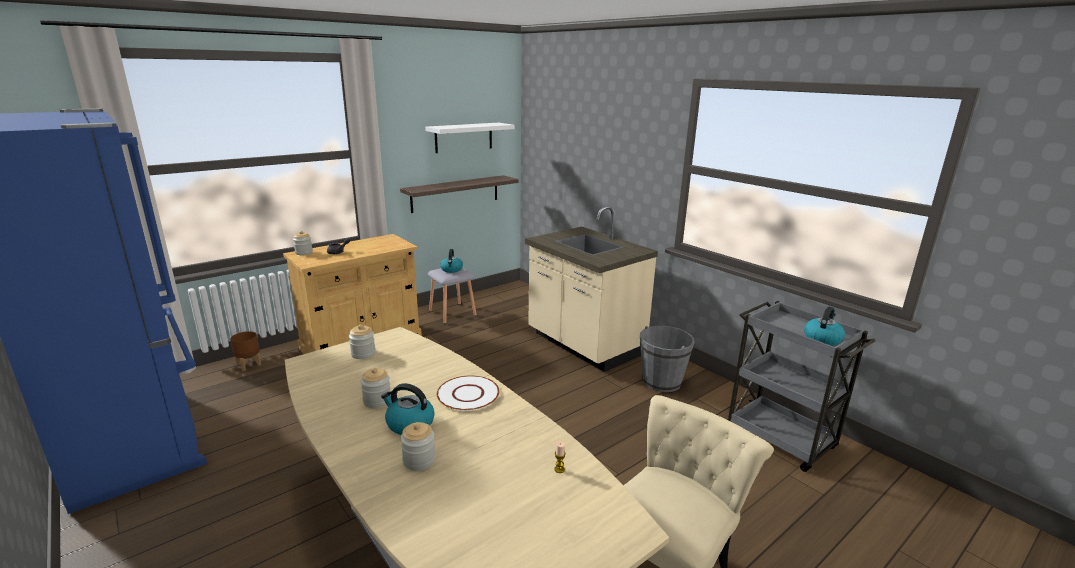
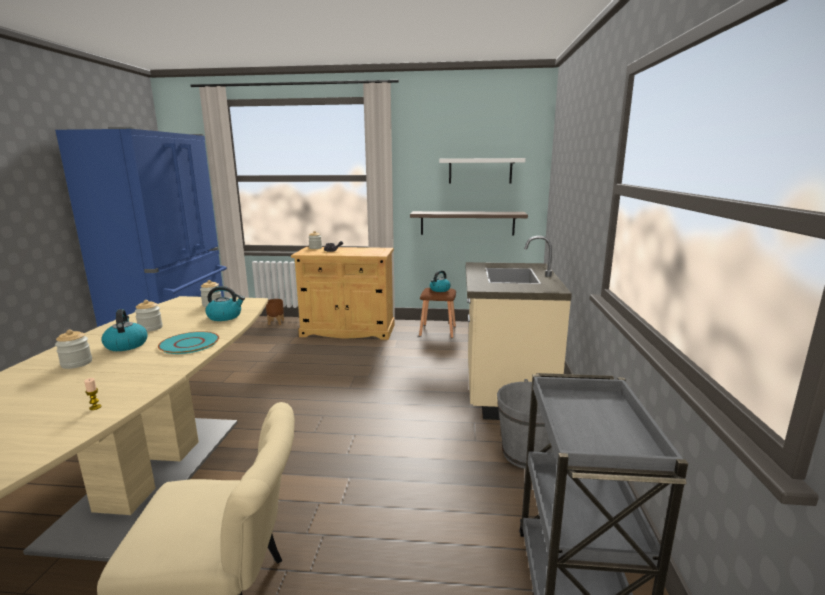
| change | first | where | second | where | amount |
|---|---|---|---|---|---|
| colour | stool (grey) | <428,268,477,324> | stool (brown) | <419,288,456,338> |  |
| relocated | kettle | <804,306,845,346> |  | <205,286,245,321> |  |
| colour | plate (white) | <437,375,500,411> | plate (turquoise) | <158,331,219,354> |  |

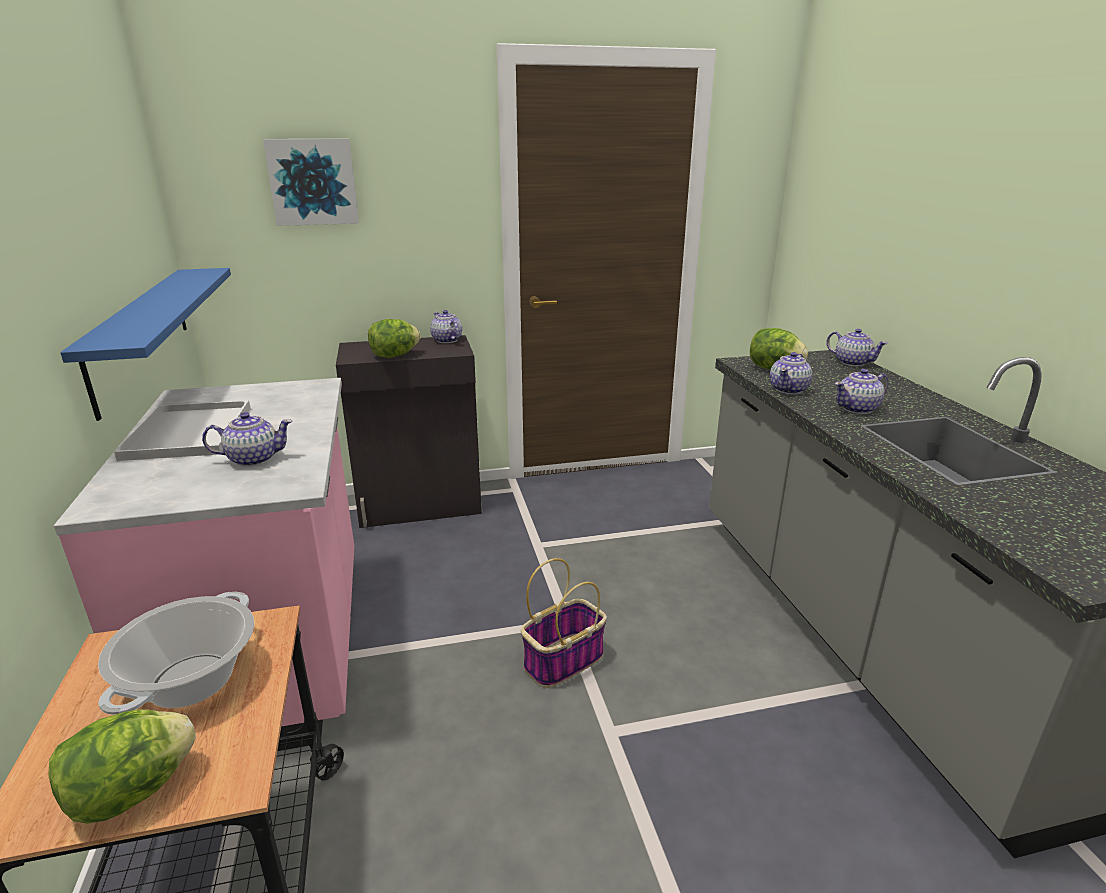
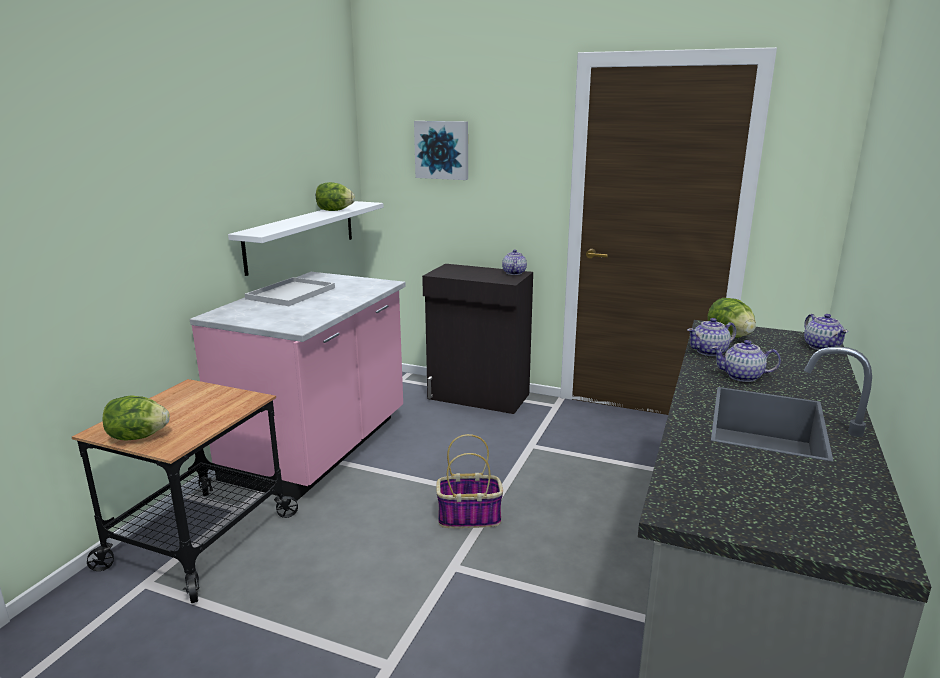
| change | first | where | second | where | amount |
|---|---|---|---|---|---|
| colour | shelf (blue) | <60,268,231,421> | shelf (white) | <228,201,384,276> |  |
| relocated | lettuce | <368,319,421,358> |  | <316,182,355,211> |  |
| missing | teapot | <202,412,293,467> |  |  |  |
| missing | cooking pot | <98,592,254,715> |  |  |  |

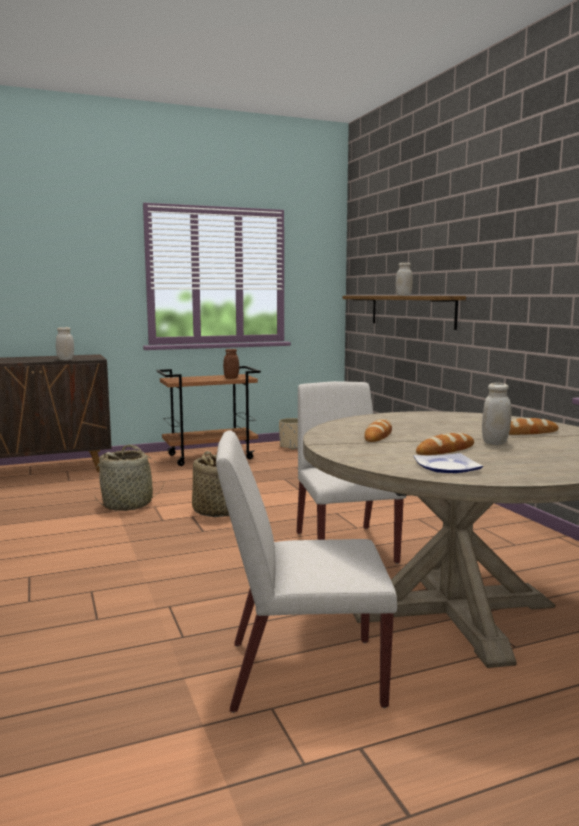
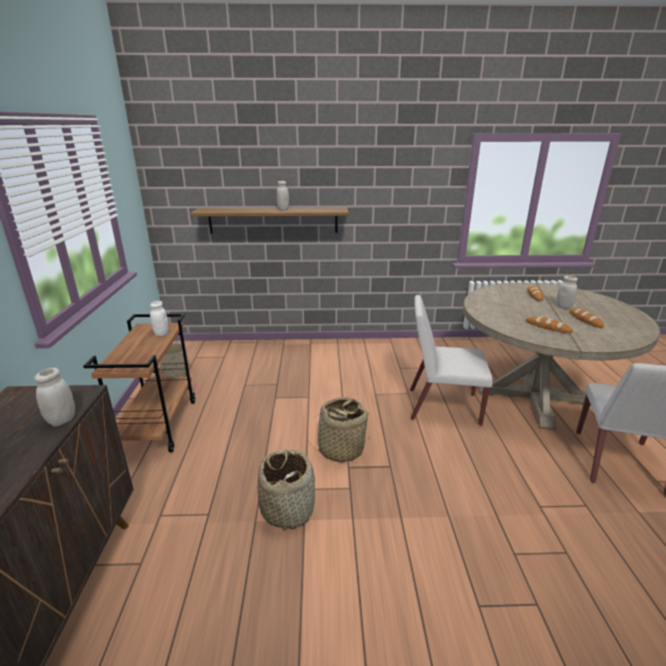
| change | first | where | second | where | amount |
|---|---|---|---|---|---|
| colour | jar (brown) | <223,349,239,379> | jar (white) | <150,301,169,336> |  |
| missing | plate | <414,453,483,473> |  |  |  |

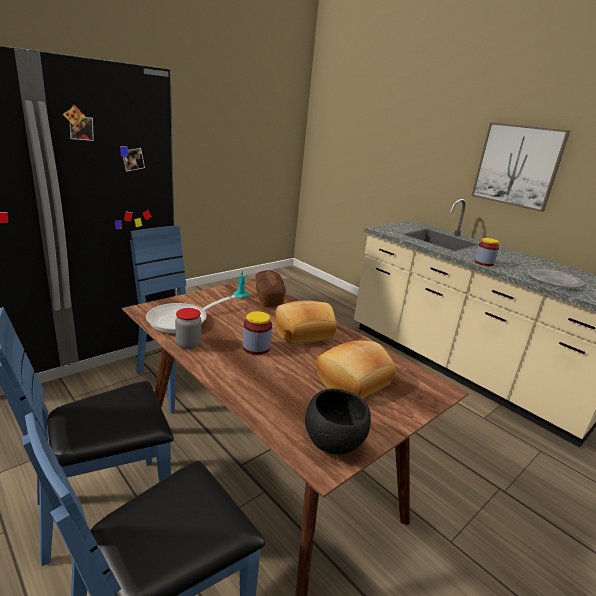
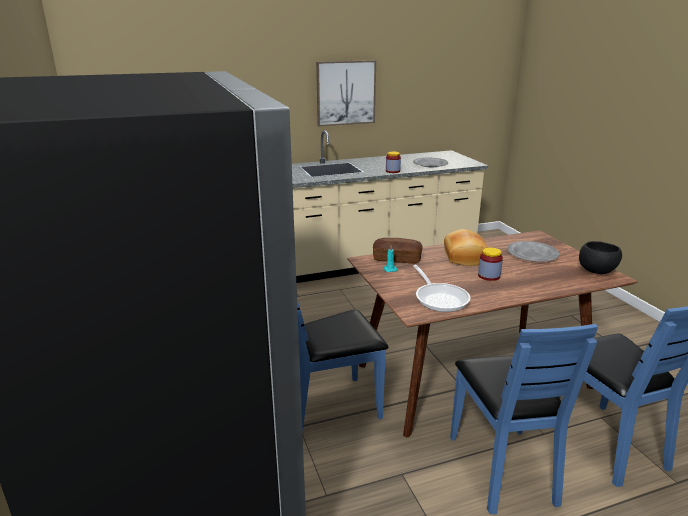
| change | first | where | second | where | amount |
|---|---|---|---|---|---|
| missing | jar | <175,308,202,349> |  |  |  |
| exchanged | bread | <316,340,396,399> | plate (grey) | <507,241,559,261> |  |

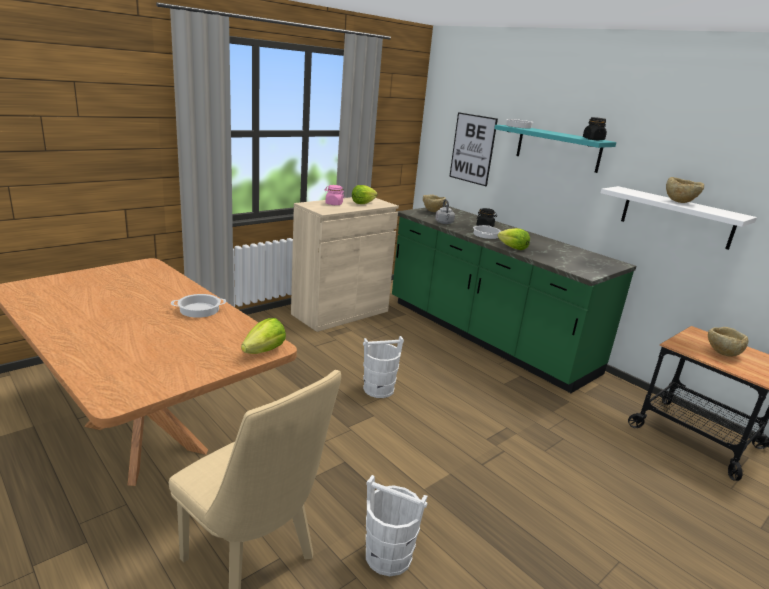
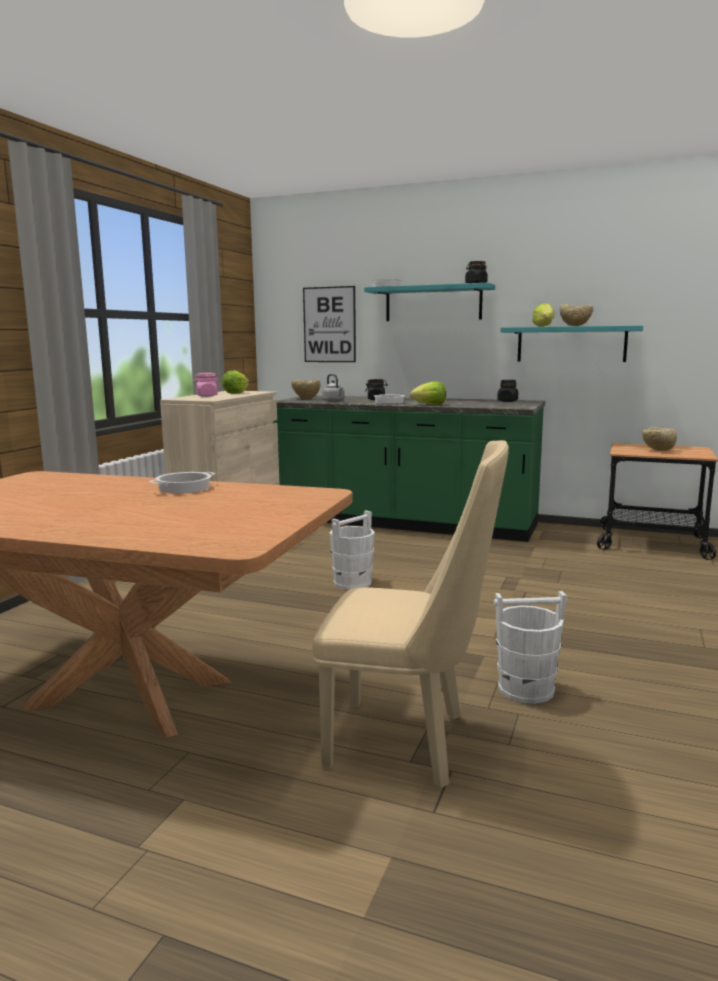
| change | first | where | second | where | amount |
|---|---|---|---|---|---|
| colour | shelf (white) | <601,186,757,250> | shelf (turquoise) | <500,325,643,362> |  |
| relocated | lettuce | <241,318,286,354> |  | <532,303,555,327> |  |
| appeared |  |  | jar (black) | <497,380,518,402> |  |

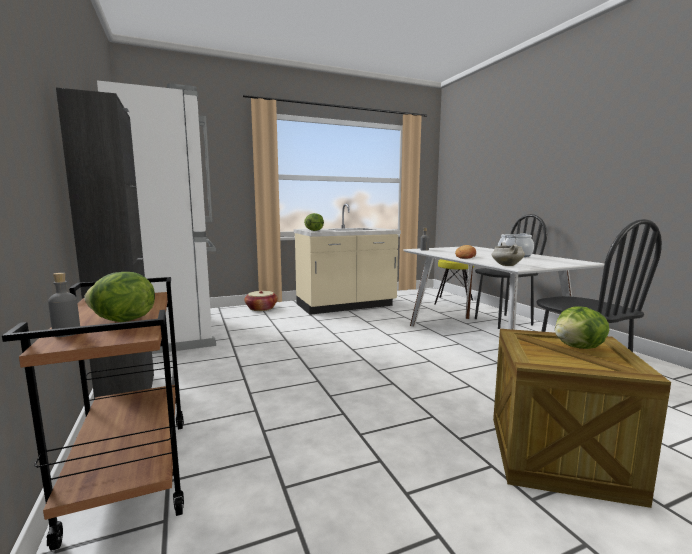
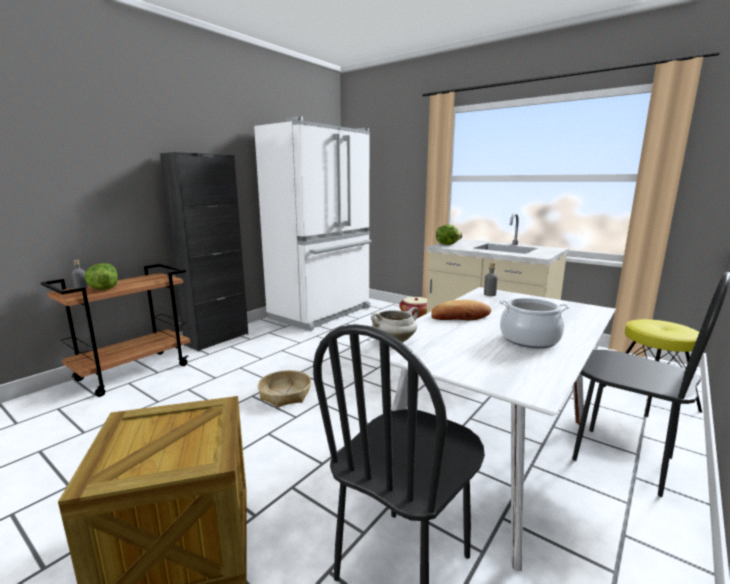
| change | first | where | second | where | amount |
|---|---|---|---|---|---|
| missing | lettuce | <555,306,610,349> |  |  |  |
| appeared |  |  | basket | <258,370,311,408> |  |

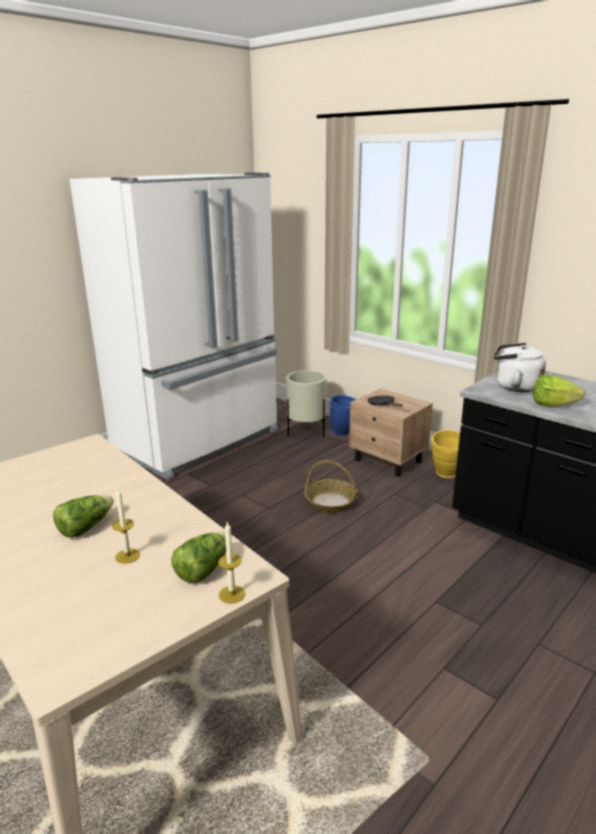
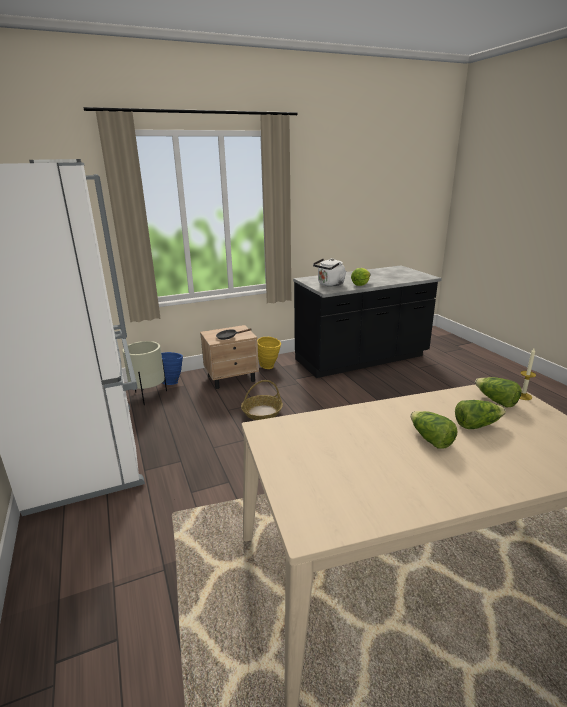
| change | first | where | second | where | amount |
|---|---|---|---|---|---|
| exchanged | candle | <112,489,140,564> | lettuce | <455,400,506,429> |  |

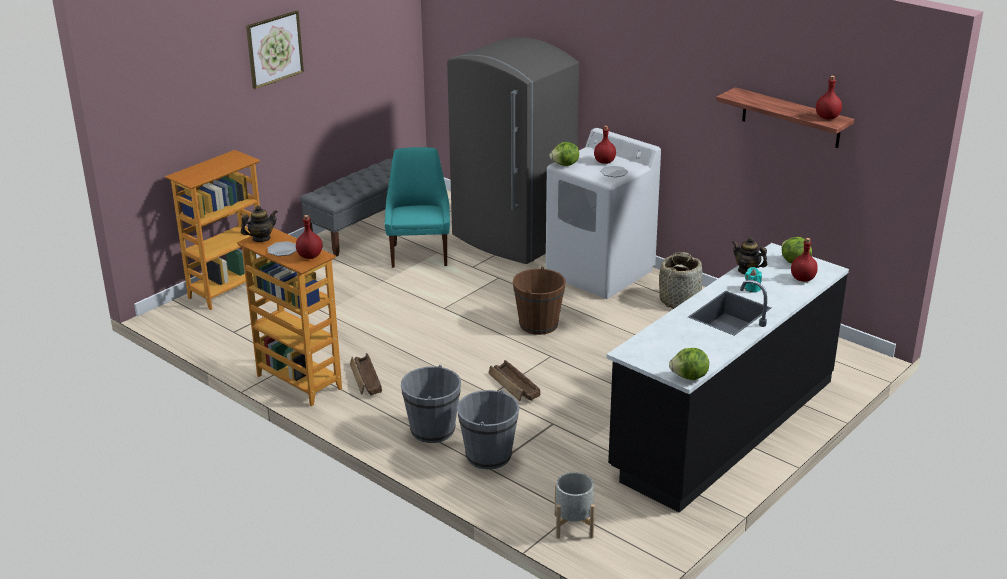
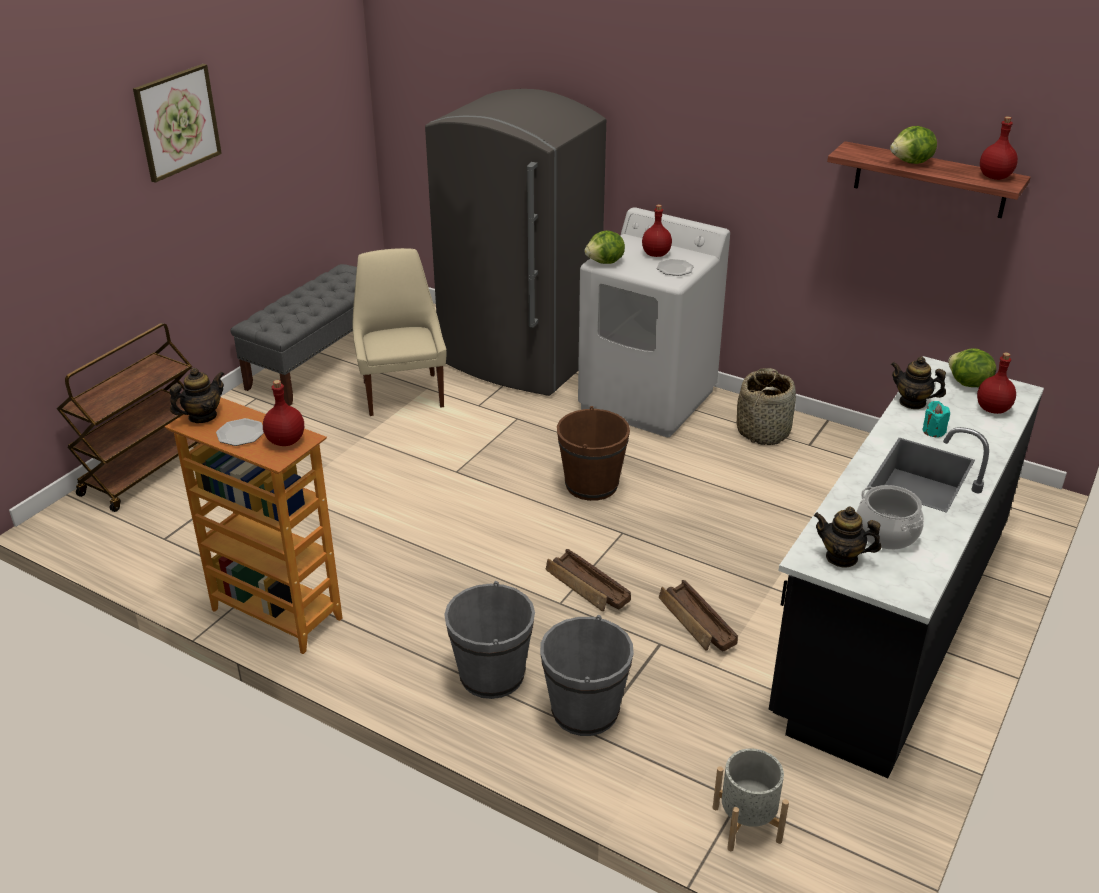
| change | first | where | second | where | amount |
|---|---|---|---|---|---|
| colour | chair (turquoise) | <384,147,450,268> | chair (beige) | <353,248,446,416> |  |
| exchanged | bookcase | <165,150,262,310> | cart (brown) | <57,323,201,512> |  |
| relocated | lettuce | <669,348,709,380> |  | <890,126,937,164> |  |
| relocated | crate | <350,353,382,395> |  | <659,580,738,652> |  |
| appeared |  |  | cooking pot | <856,485,924,550> |  |
| appeared |  |  | teapot | <814,507,881,568> |  |

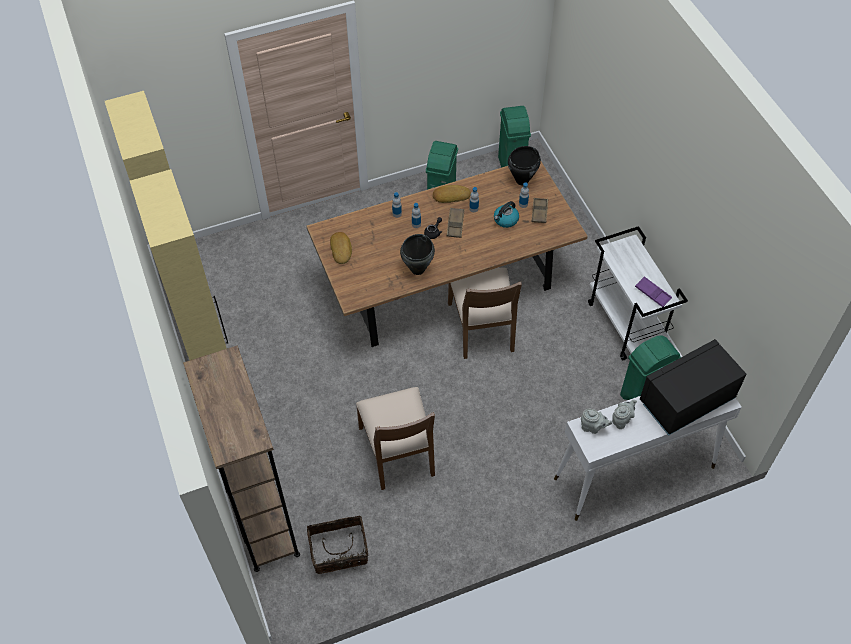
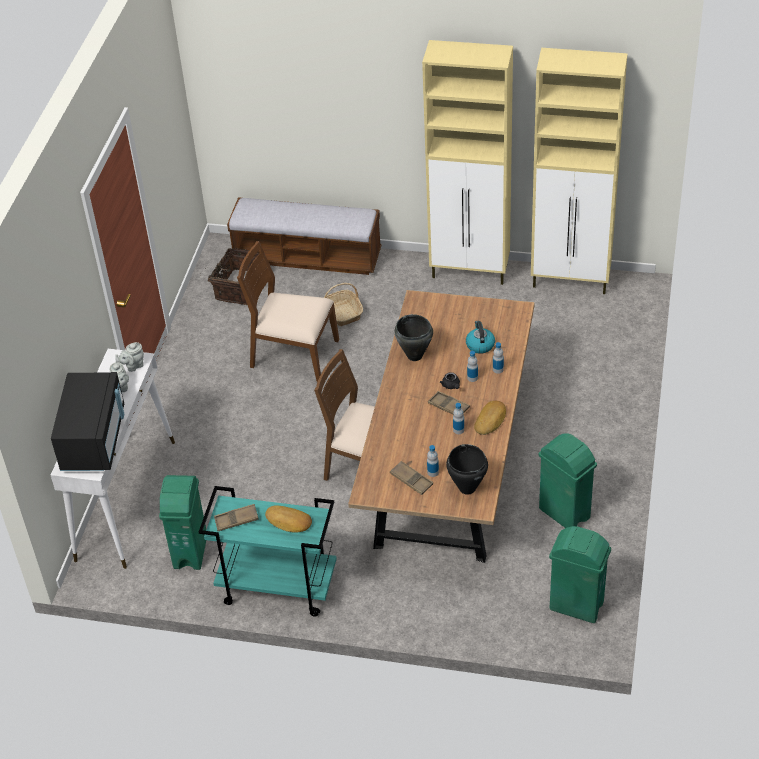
| change | first | where | second | where | amount |
|---|---|---|---|---|---|
| relocated | kettle | <494,201,519,228> |  | <466,321,495,354> |  |
| colour | cart (white) | <588,226,688,360> | cart (turquoise) | <199,486,337,617> |  |
| relocated | bread | <330,232,352,264> |  | <265,505,312,532> |  |
| colour | tray (purple) | <635,276,672,307> | tray (brown) | <214,504,259,531> |  |
| exchanged | bookcase (brown) | <183,345,300,572> | bench | <227,197,382,275> |  |
| appeared |  |  | basket | <324,283,363,326> |  |

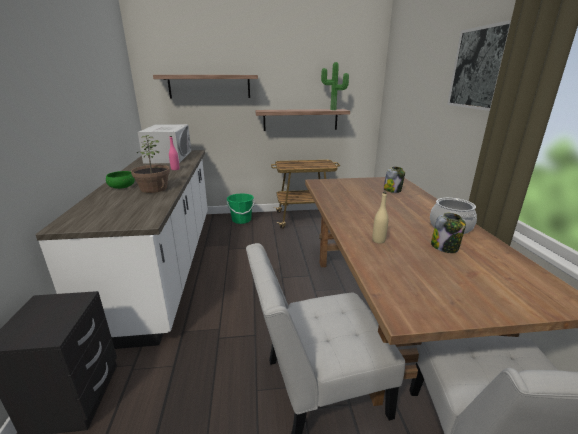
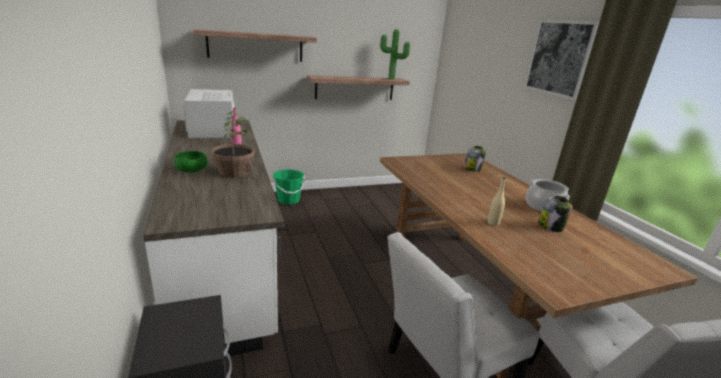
| change | first | where | second | where | amount |
|---|---|---|---|---|---|
| missing | cart | <271,160,340,229> |  |  |  |

